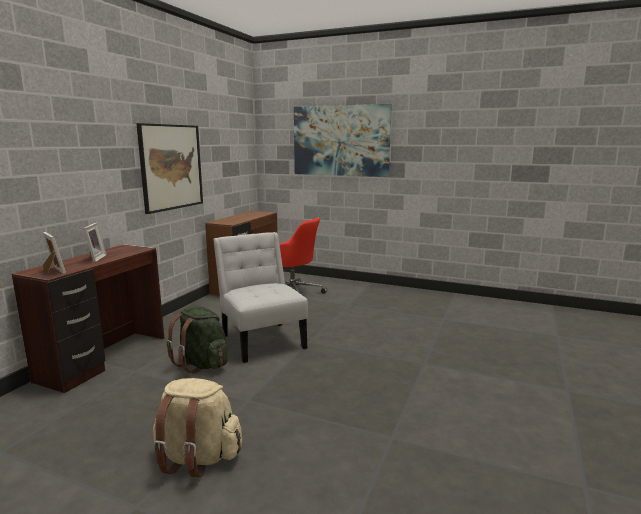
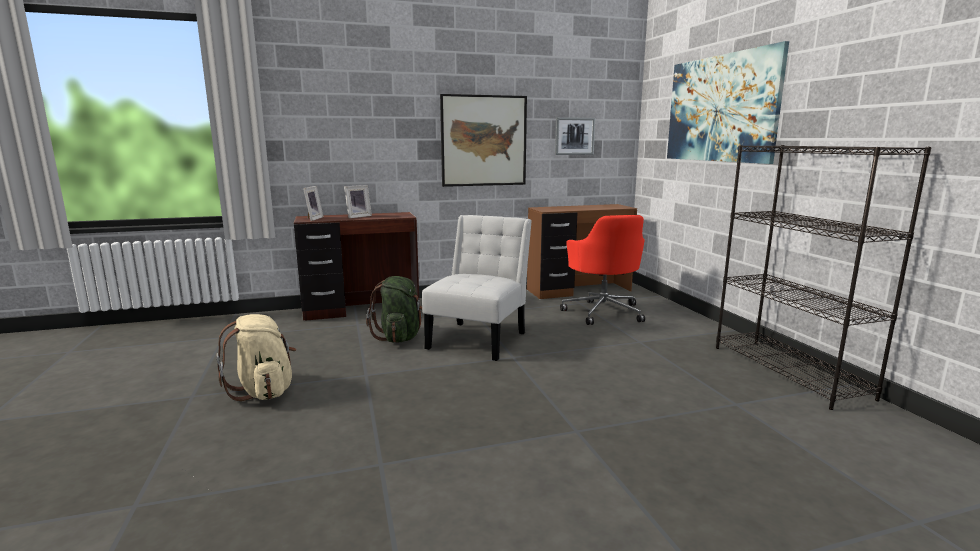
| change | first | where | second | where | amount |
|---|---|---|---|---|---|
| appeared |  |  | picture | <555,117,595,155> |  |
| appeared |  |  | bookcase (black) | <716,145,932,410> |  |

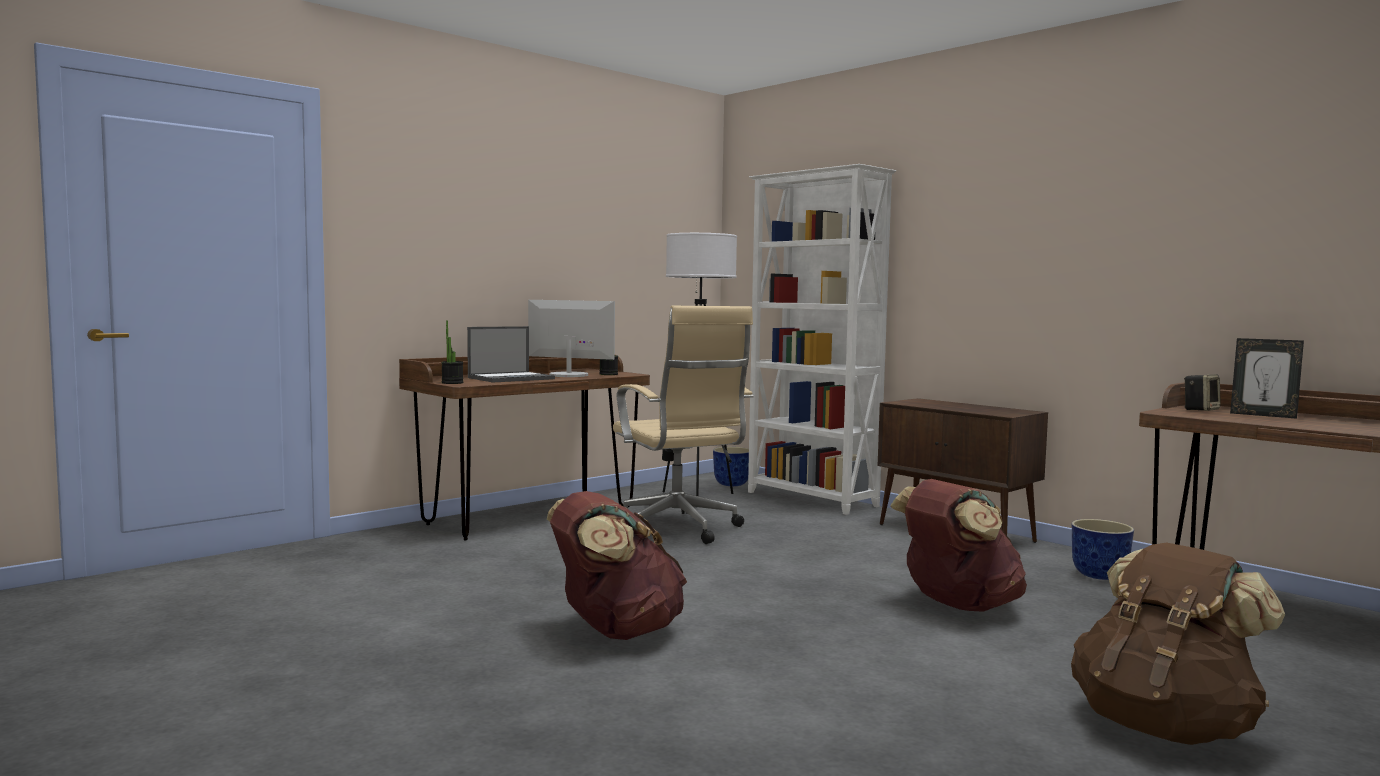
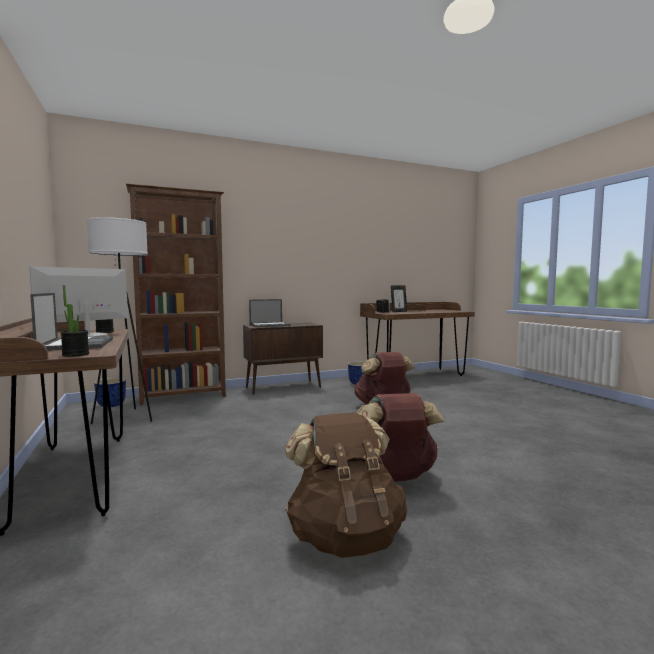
| change | first | where | second | where | amount |
|---|---|---|---|---|---|
| colour | bookcase (white) | <748,164,896,515> | bookcase (brown) | <126,184,226,405> |  |
| missing | office chair (beige) | <613,306,754,544> |  |  |  |
| relocated | backpack (brown) | <1071,542,1285,745> |  | <285,412,407,558> |  |
| appeared |  |  | laptop | <249,299,291,328> |  |

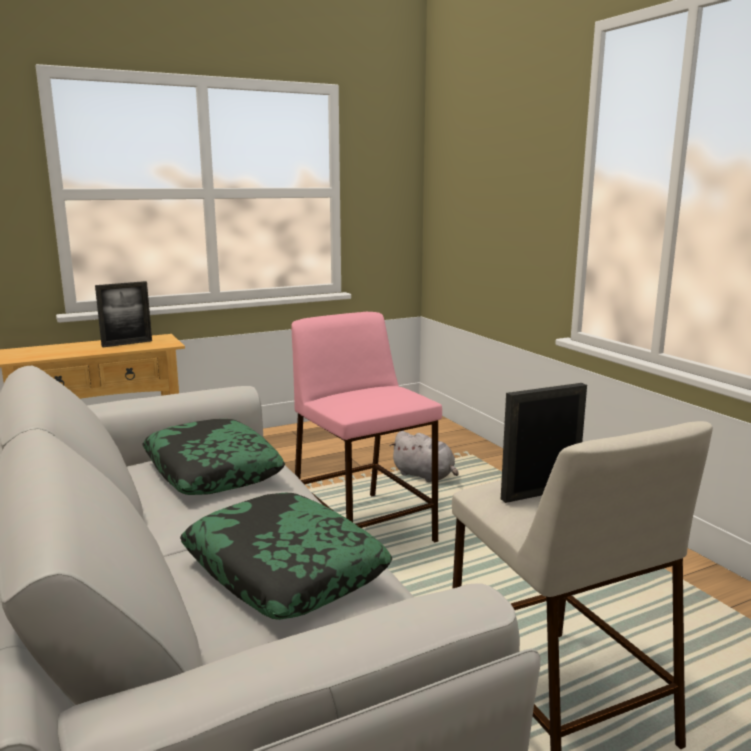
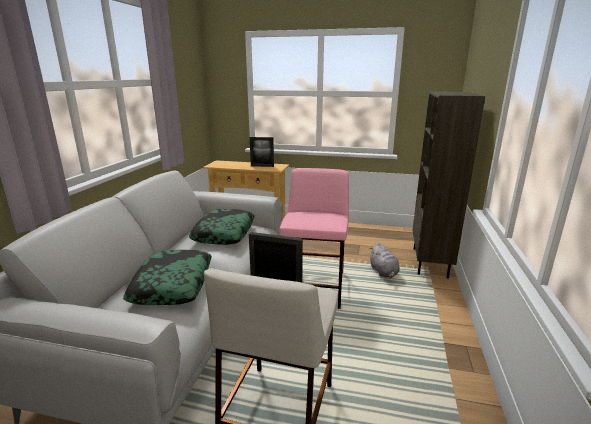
| change | first | where | second | where | amount |
|---|---|---|---|---|---|
| appeared |  |  | bookcase (brown) | <412,91,485,278> |  |

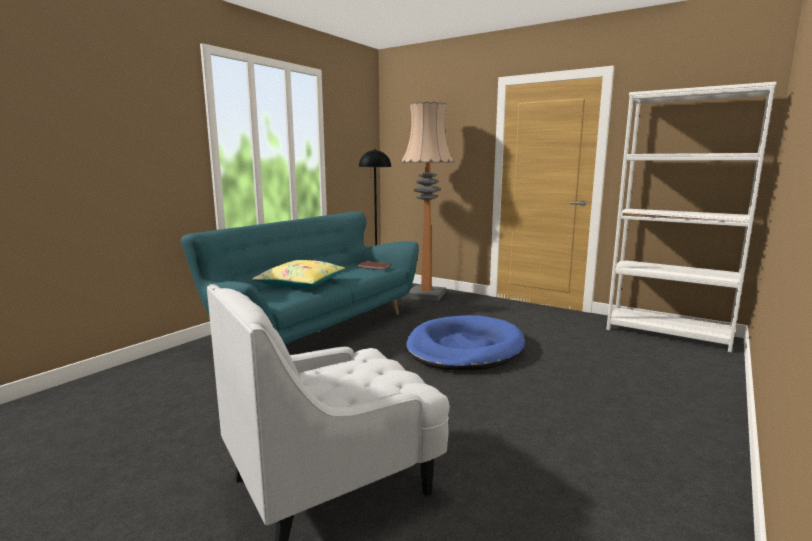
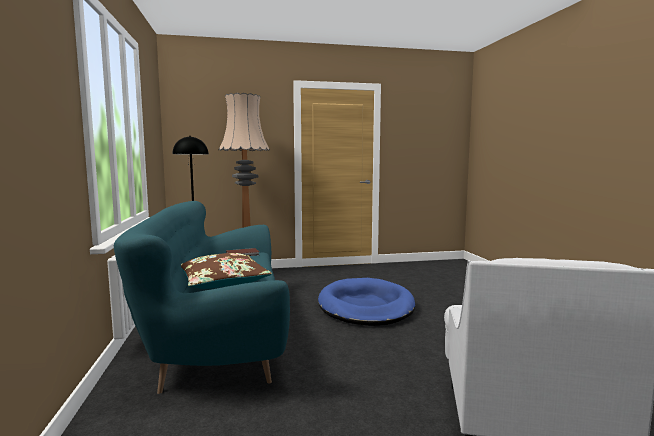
| change | first | where | second | where | amount |
|---|---|---|---|---|---|
| missing | bookcase (white) | <606,82,777,353> |  |  |  |
| colour | pillow (yellow) | <252,260,345,288> | pillow (brown) | <181,253,272,289> |  |

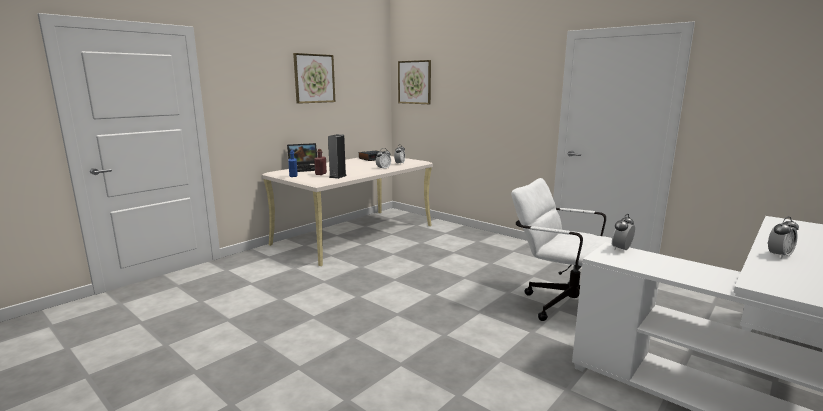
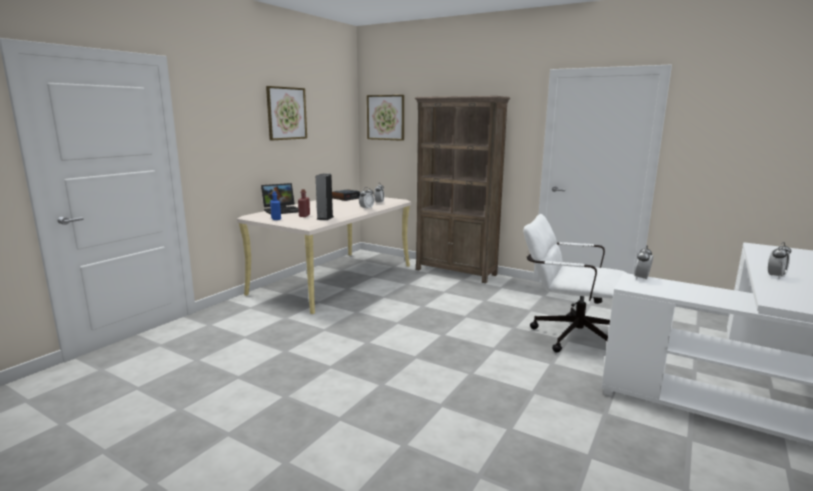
| change | first | where | second | where | amount |
|---|---|---|---|---|---|
| appeared |  |  | bookcase (brown) | <415,96,510,283> |  |

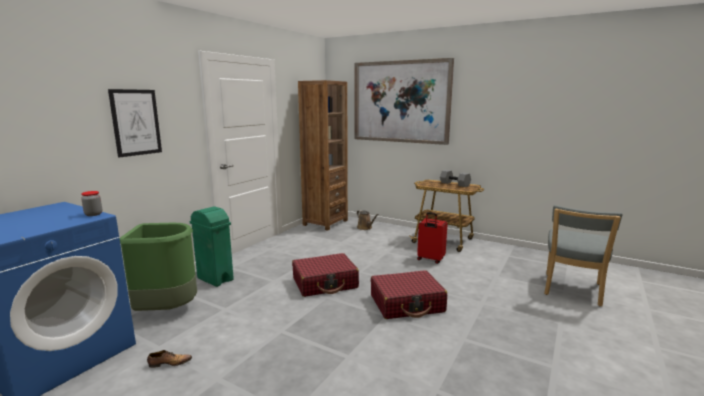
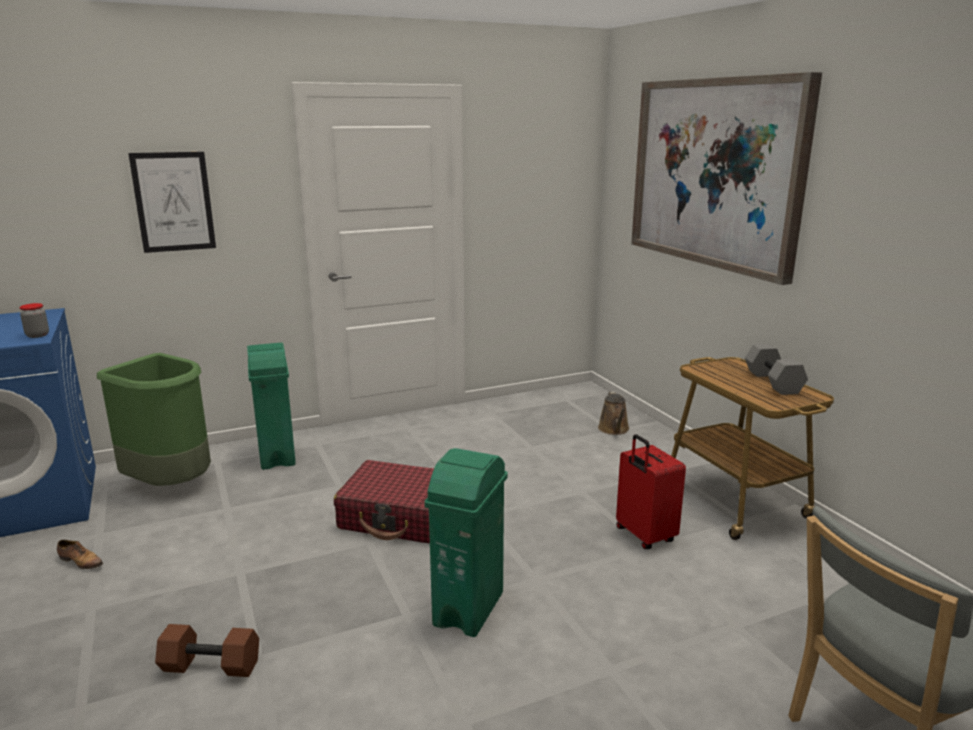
| change | first | where | second | where | amount |
|---|---|---|---|---|---|
| missing | bookcase (brown) | <298,80,348,231> |  |  |  |
| exchanged | suitcase (red) | <371,270,447,319> | trash can (green) | <425,448,508,637> |  |
| appeared |  |  | dumbbell (brown) | <155,624,259,677> |  |

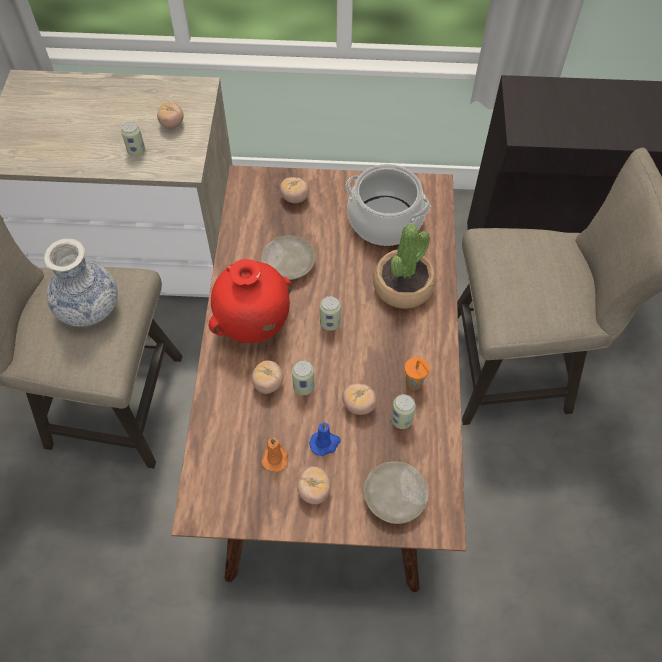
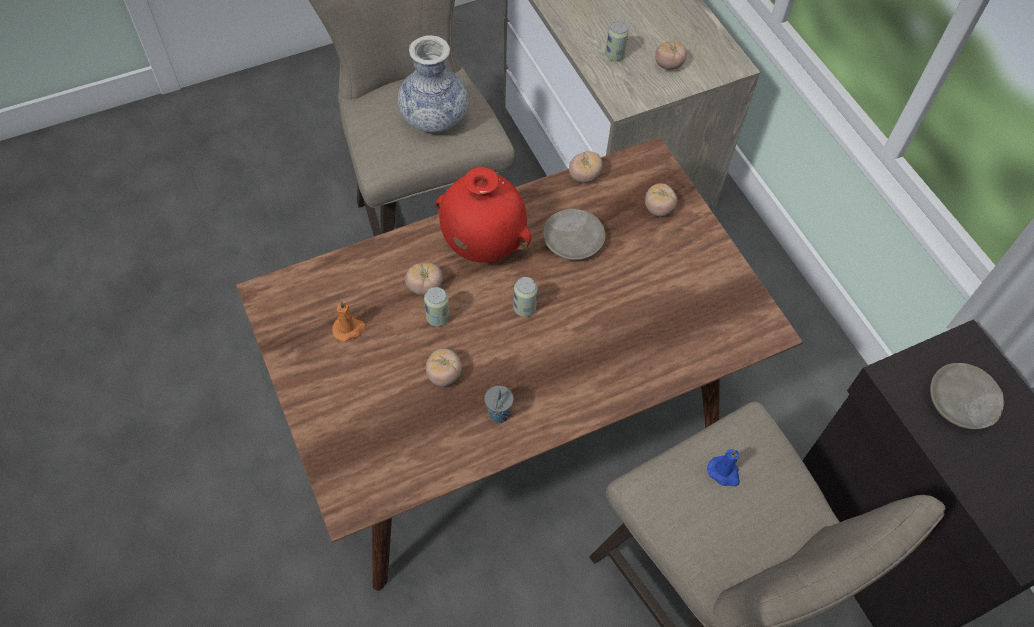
| change | first | where | second | where | amount |
|---|---|---|---|---|---|
| missing | cooking pot | <346,164,431,246> |  |  |  |
| missing | potted plant | <373,224,436,309> |  |  |  |
| colour | cup (orange) | <404,357,430,390> | cup (grey) | <484,386,514,424> |  |
| missing | can | <391,394,416,429> |  |  |  |
| relocated | candle (blue) | <309,422,341,456> |  | <707,449,740,487> |  |
| relocated | plate (beige) | <363,461,429,524> |  | <930,363,1004,429> |  |
| relocated | tomato | <297,466,331,504> |  | <569,151,603,183> |  |

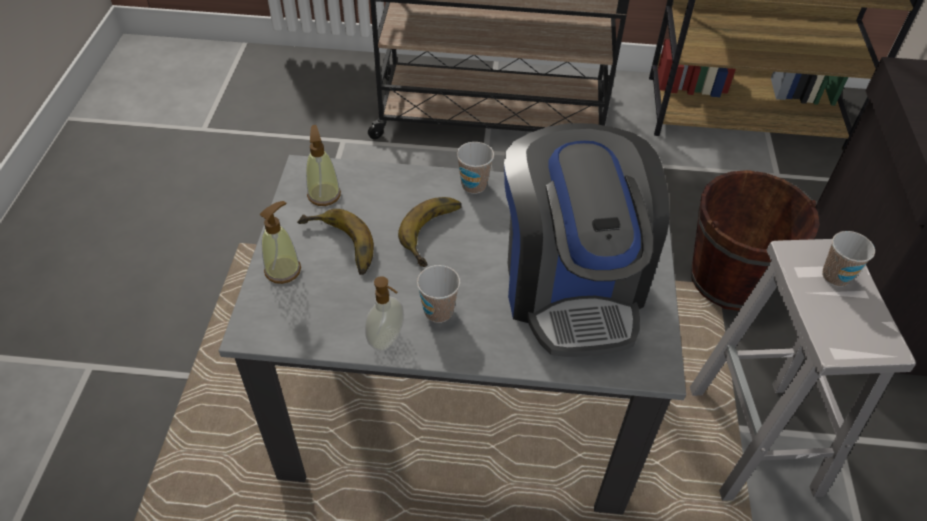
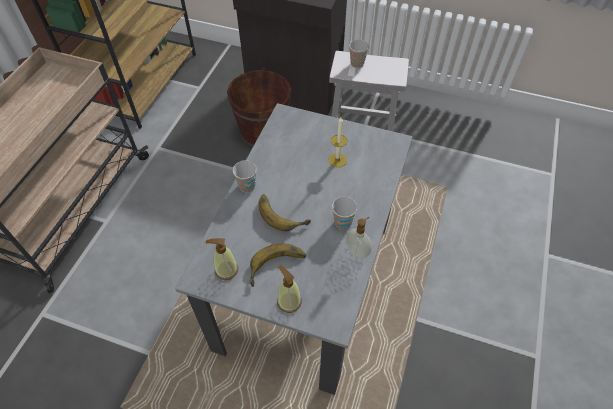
| change | first | where | second | where | amount |
|---|---|---|---|---|---|
| exchanged | coffee machine | <504,123,670,357> | candle | <329,118,348,167> |  |

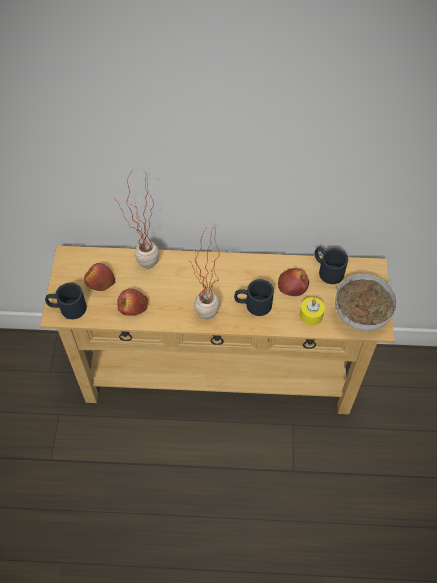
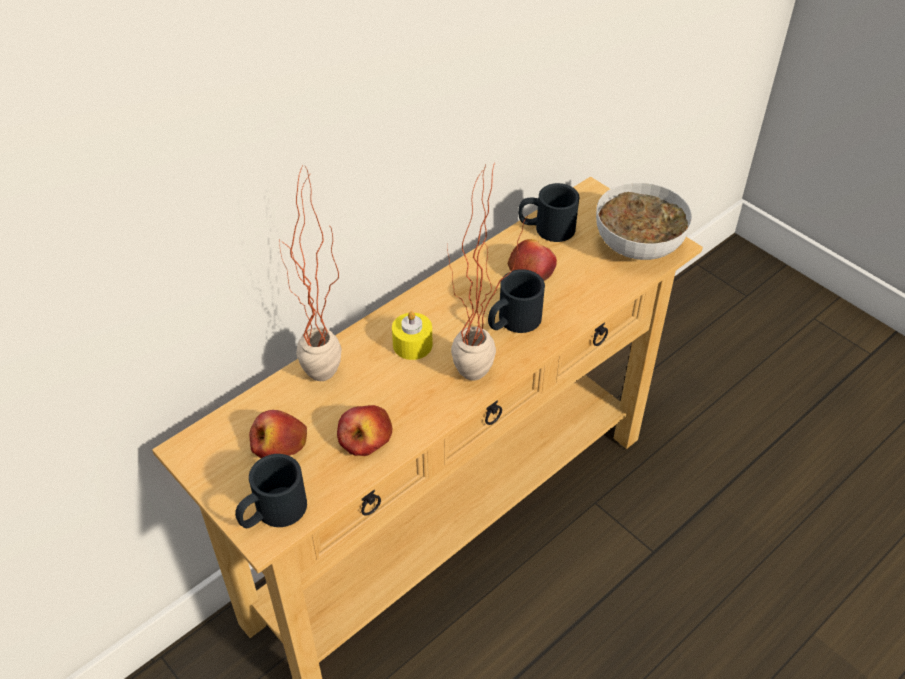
| change | first | where | second | where | amount |
|---|---|---|---|---|---|
| relocated | candle (yellow) | <300,297,325,325> |  | <392,311,433,360> |  |

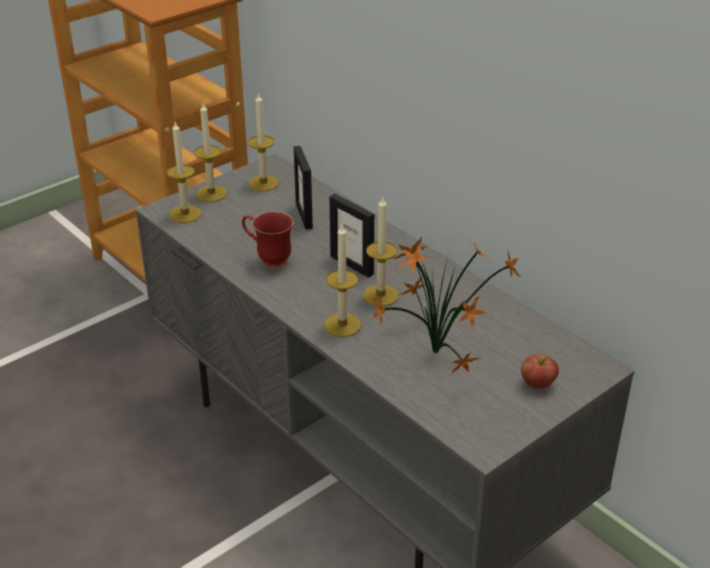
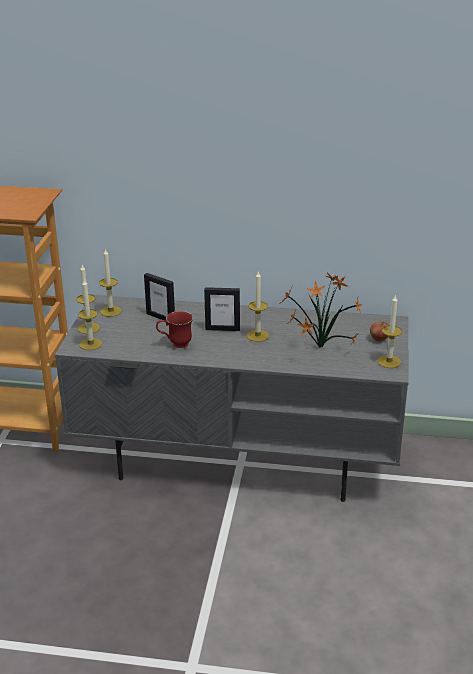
| change | first | where | second | where | amount |
|---|---|---|---|---|---|
| relocated | candle | <324,223,361,337> |  | <377,294,402,368> |  |

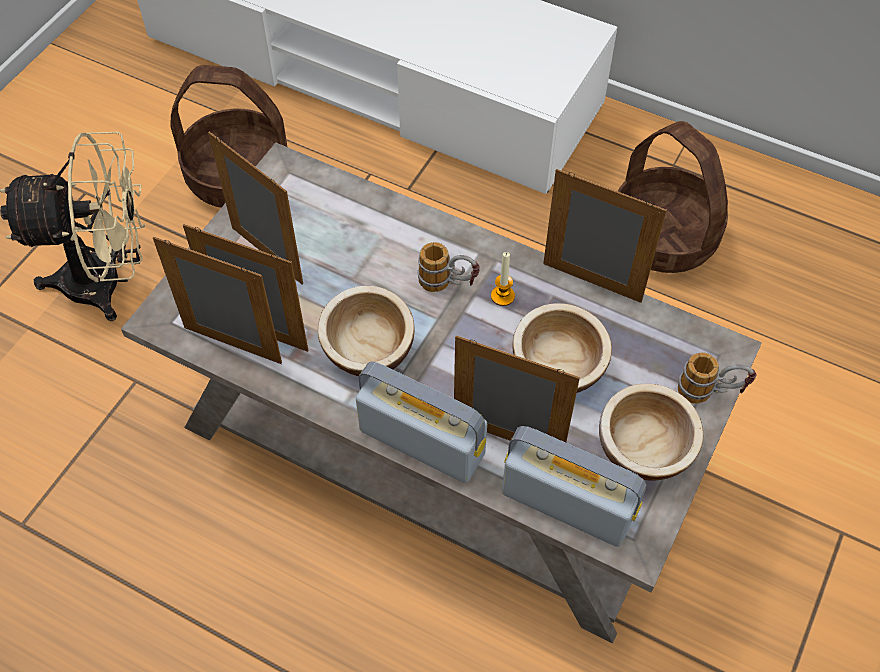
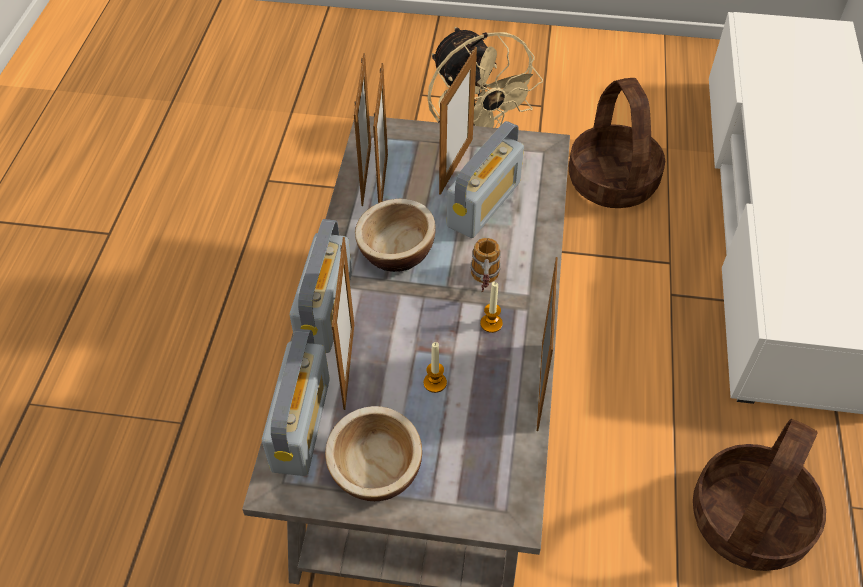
| change | first | where | second | where | amount |
|---|---|---|---|---|---|
| exchanged | bowl | <512,303,612,393> | candle | <424,342,447,393> |  |
| missing | mug | <678,352,756,404> |  |  |  |
| appeared |  |  | radio | <447,121,524,238> |  |

